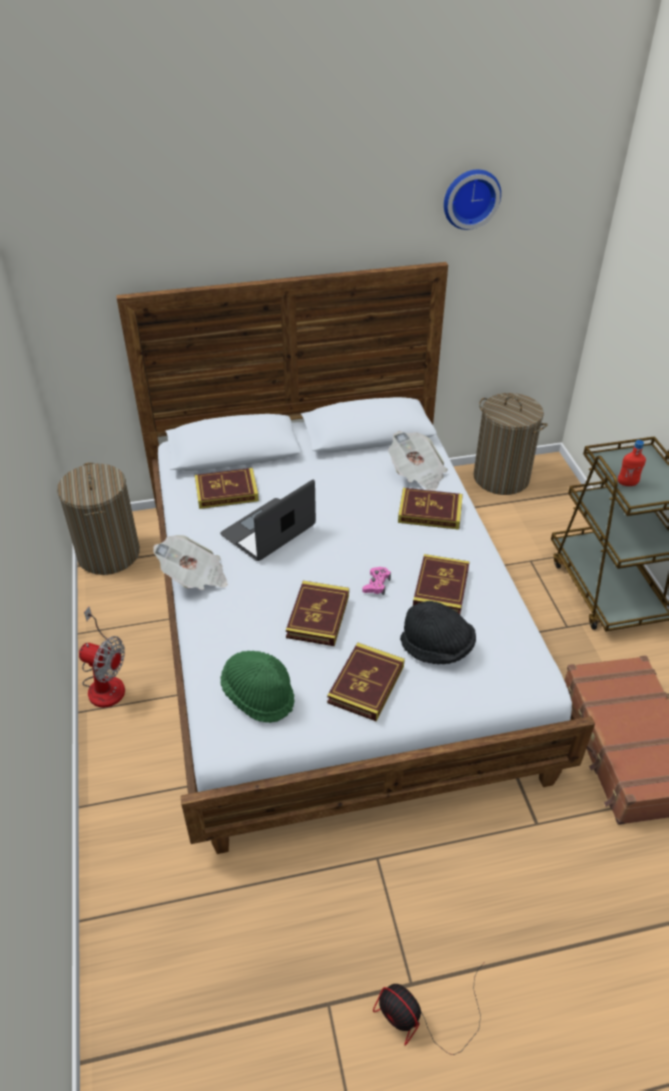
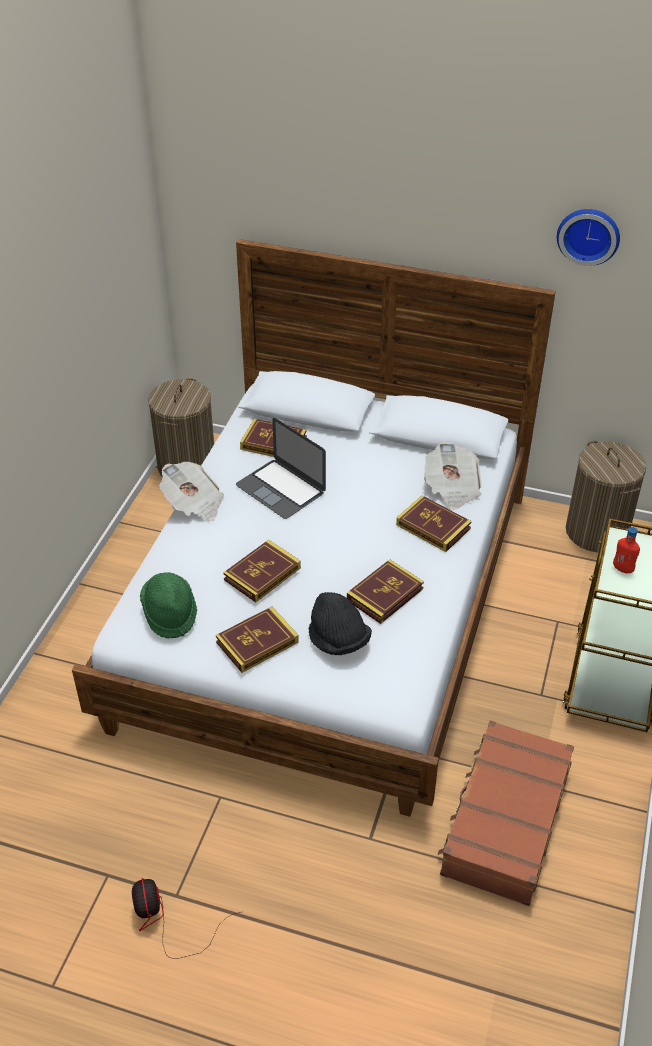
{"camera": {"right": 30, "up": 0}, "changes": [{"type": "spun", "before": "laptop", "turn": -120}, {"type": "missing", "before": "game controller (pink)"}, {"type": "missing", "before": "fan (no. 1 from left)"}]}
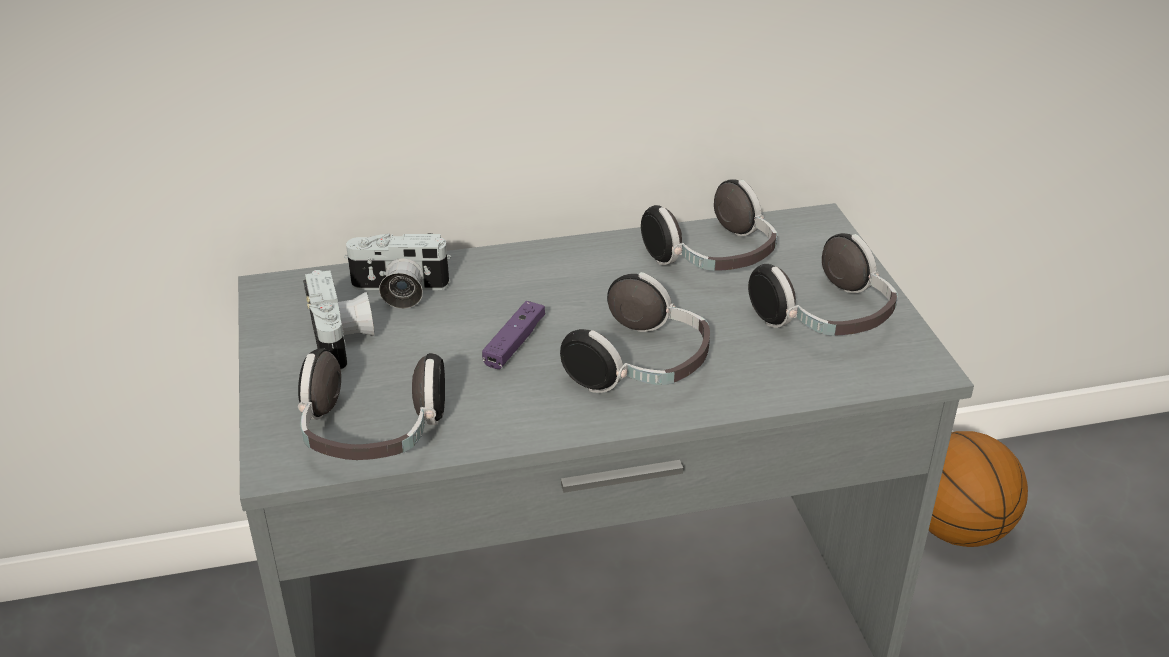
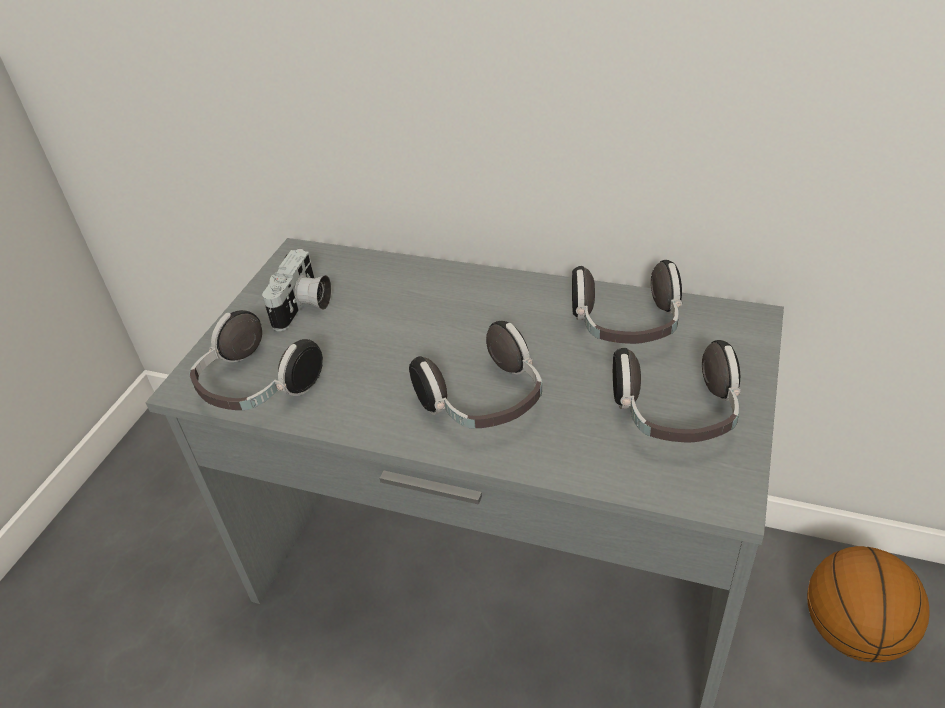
{"camera": {"right": 35, "up": 5}, "changes": [{"type": "missing", "before": "photo camera (no. 2 from left)"}, {"type": "missing", "before": "game controller (purple)"}]}
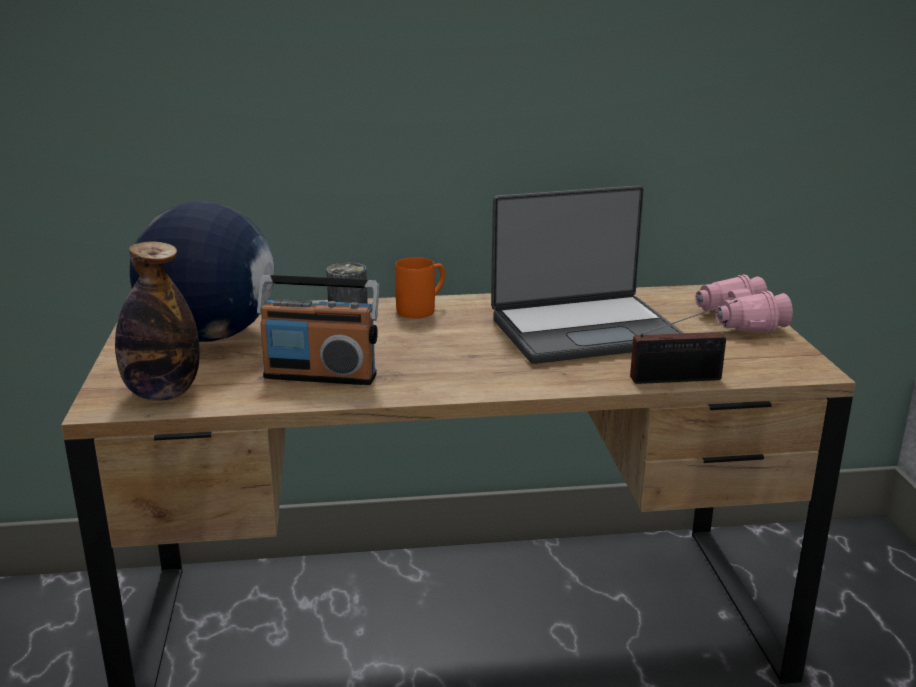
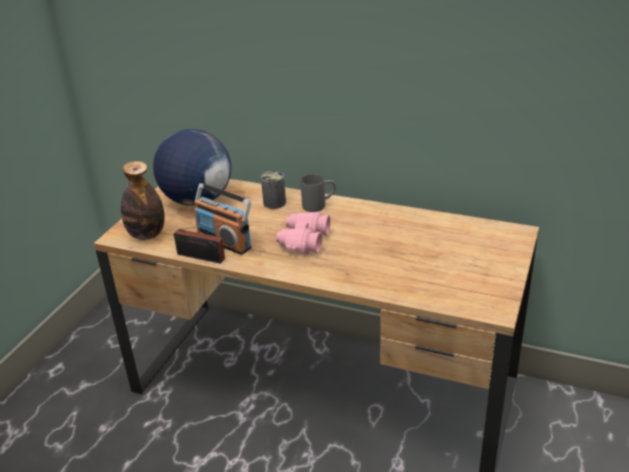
{"camera": {"right": 30, "up": 10}, "changes": [{"type": "missing", "before": "laptop"}, {"type": "colour", "before": "mug (orange)", "after": "mug (grey)"}, {"type": "relocated", "before": "binoculars (pink)"}, {"type": "relocated", "before": "radio (no. 2 from left in the first image)", "after": "radio (no. 1 from left)"}]}
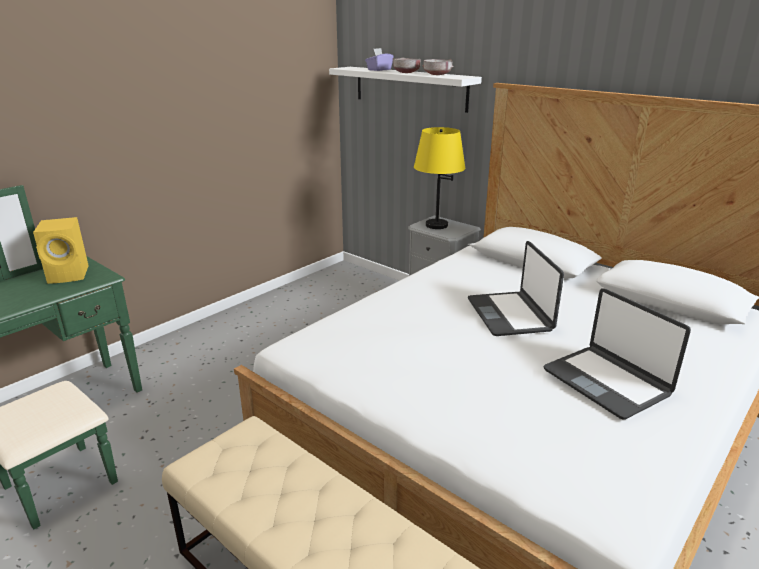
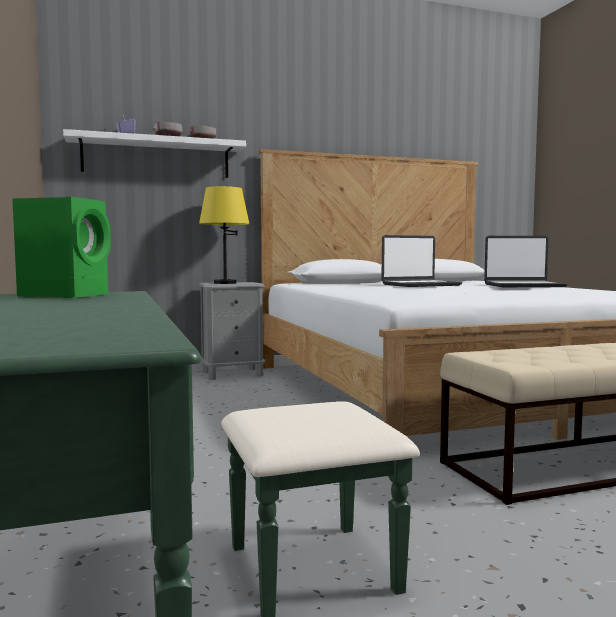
{"camera": {"right": -60, "up": -20}, "changes": [{"type": "colour", "before": "speaker (yellow)", "after": "speaker (green)"}, {"type": "spun", "before": "laptop (no. 1 from left)", "turn": -45}]}
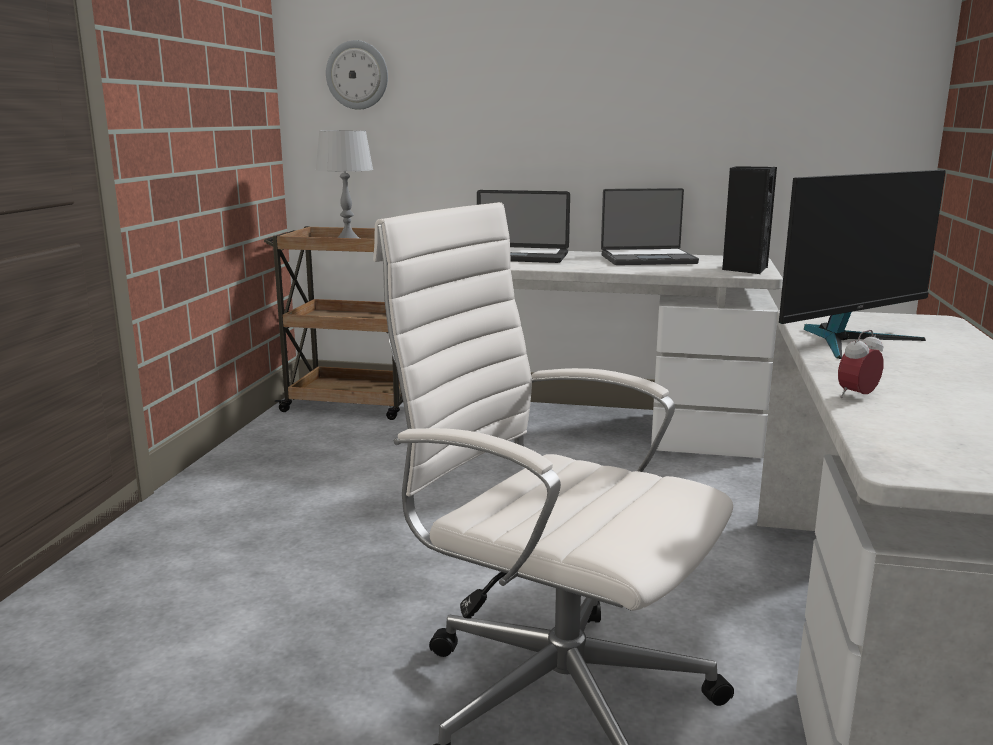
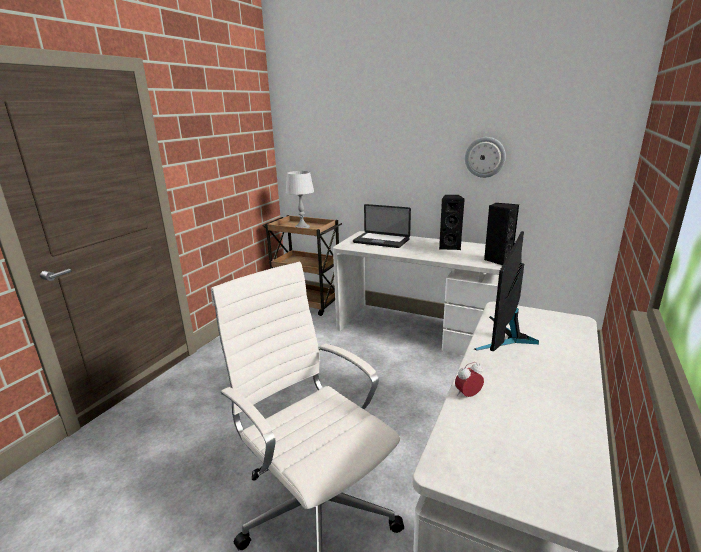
{"camera": {"right": 15, "up": 5}, "changes": [{"type": "relocated", "before": "wall clock"}, {"type": "spun", "before": "monitor", "turn": 135}, {"type": "exchanged", "before": "laptop (no. 2 from left)", "after": "speaker (black) (no. 1 from left)"}]}
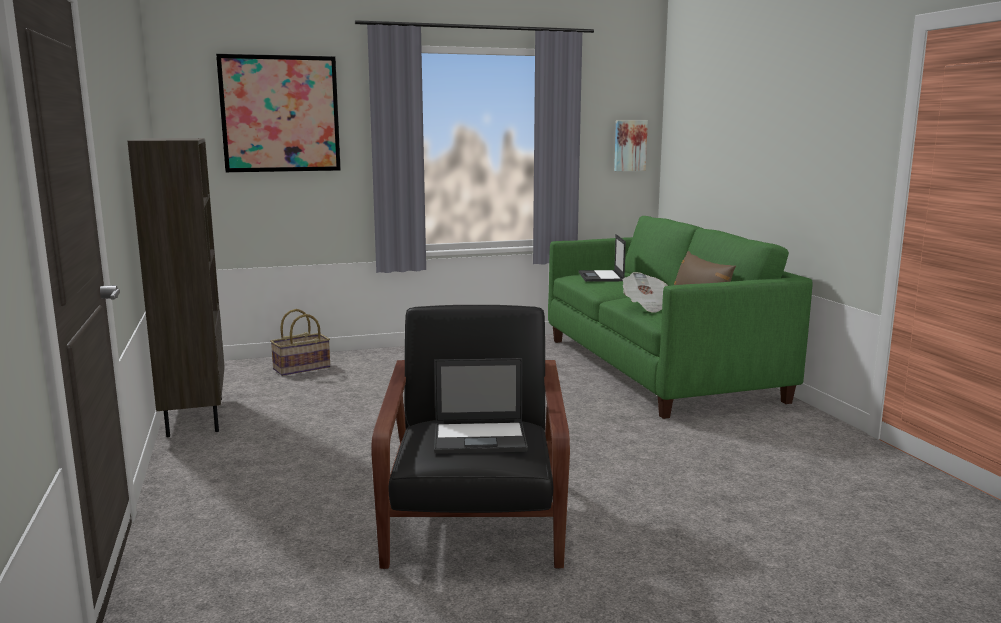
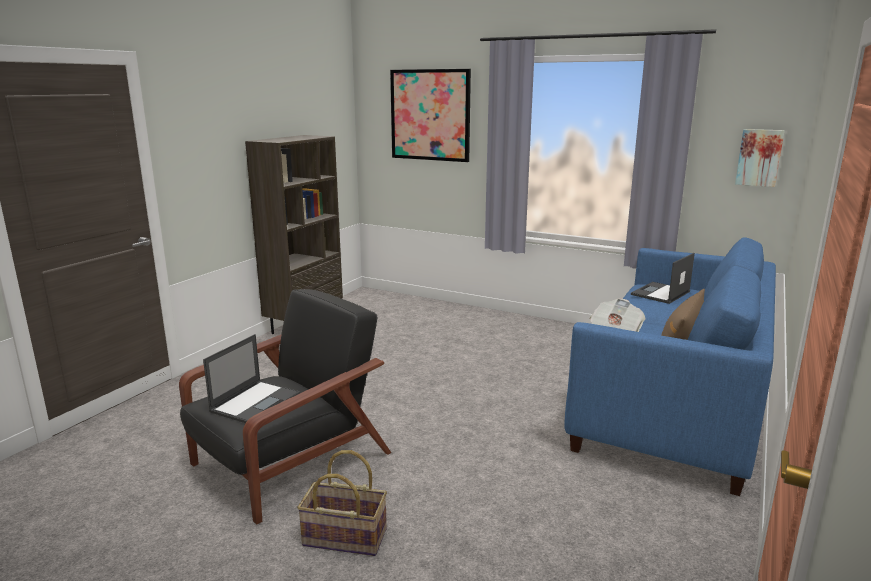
{"camera": {"right": 45, "up": 5}, "changes": [{"type": "colour", "before": "sofa (green)", "after": "sofa (blue)"}, {"type": "relocated", "before": "basket"}, {"type": "spun", "before": "laptop (no. 1 from left)", "turn": -105}]}
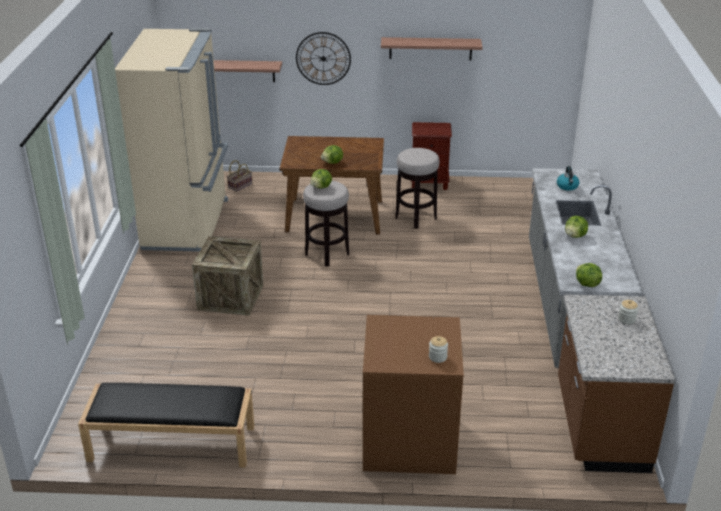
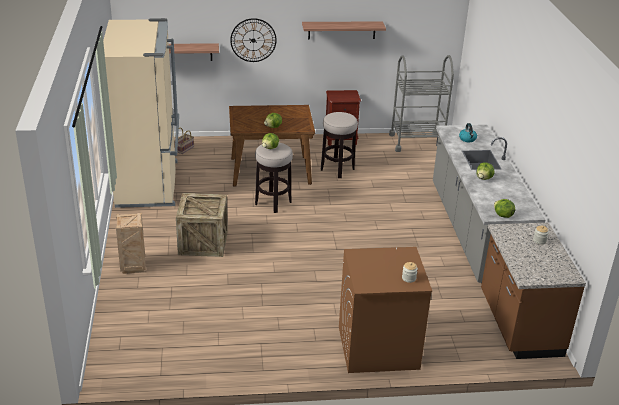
{"camera": {"right": -10, "up": 0}, "changes": [{"type": "missing", "before": "bench (black)"}, {"type": "appeared", "after": "cart (grey)"}, {"type": "appeared", "after": "crate (no. 1 from left)"}]}
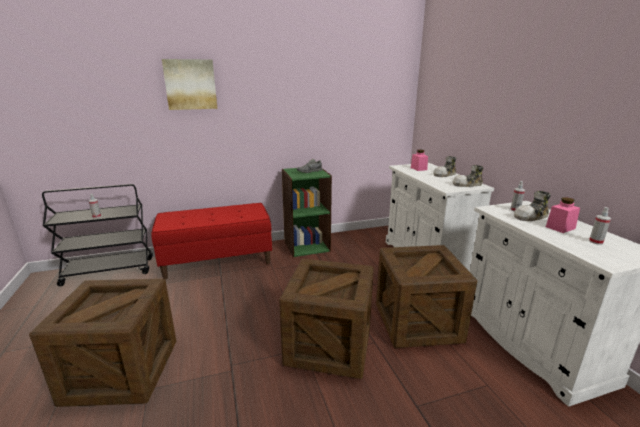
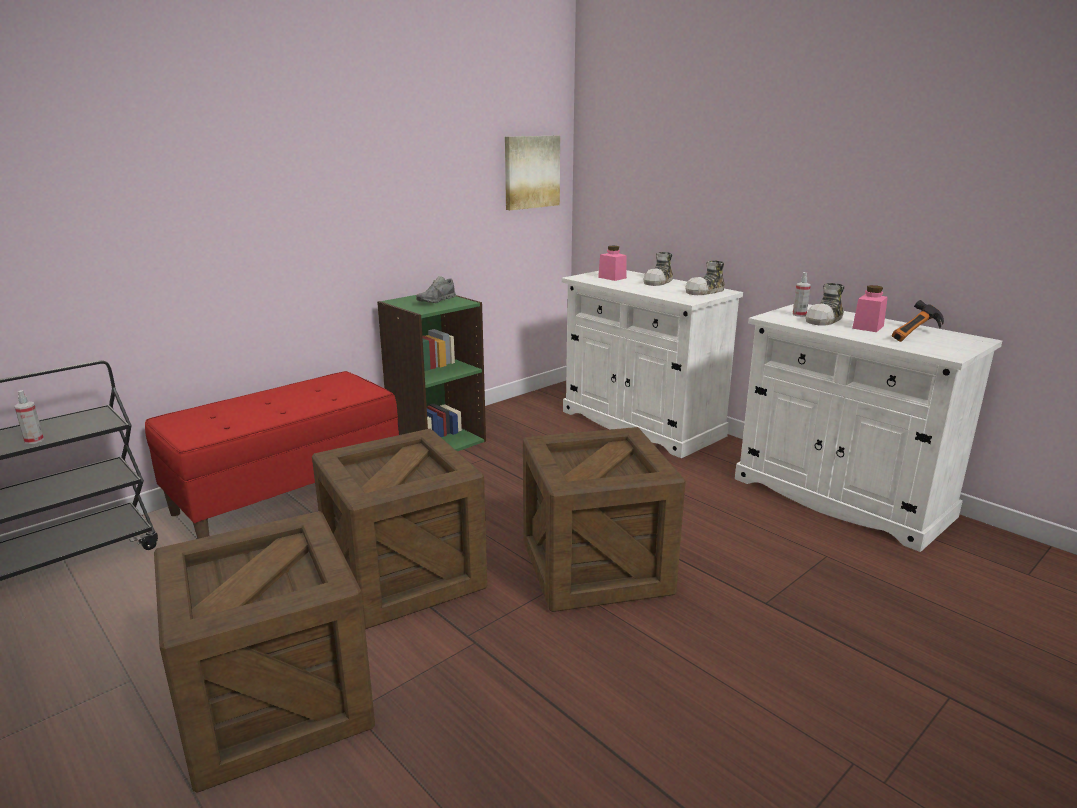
{"camera": {"right": -25, "up": 0}, "changes": [{"type": "relocated", "before": "picture"}, {"type": "exchanged", "before": "spray bottle (no. 3 from left)", "after": "hammer"}, {"type": "relocated", "before": "crate (no. 3 from left in the first image)", "after": "crate (no. 2 from left)"}]}
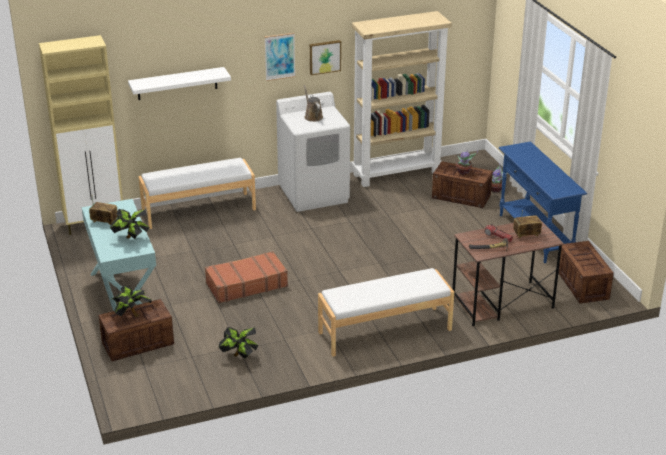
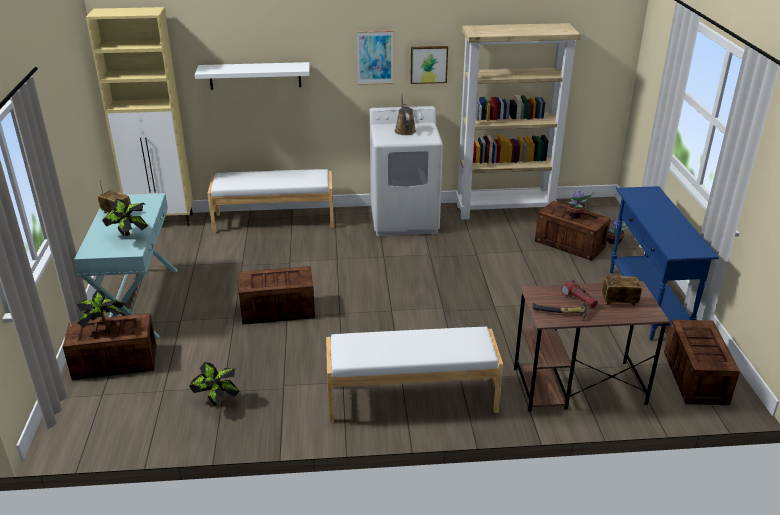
{"camera": {"right": 15, "up": 0}, "changes": [{"type": "exchanged", "before": "suitcase (brown)", "after": "crate (no. 2 from left)"}]}
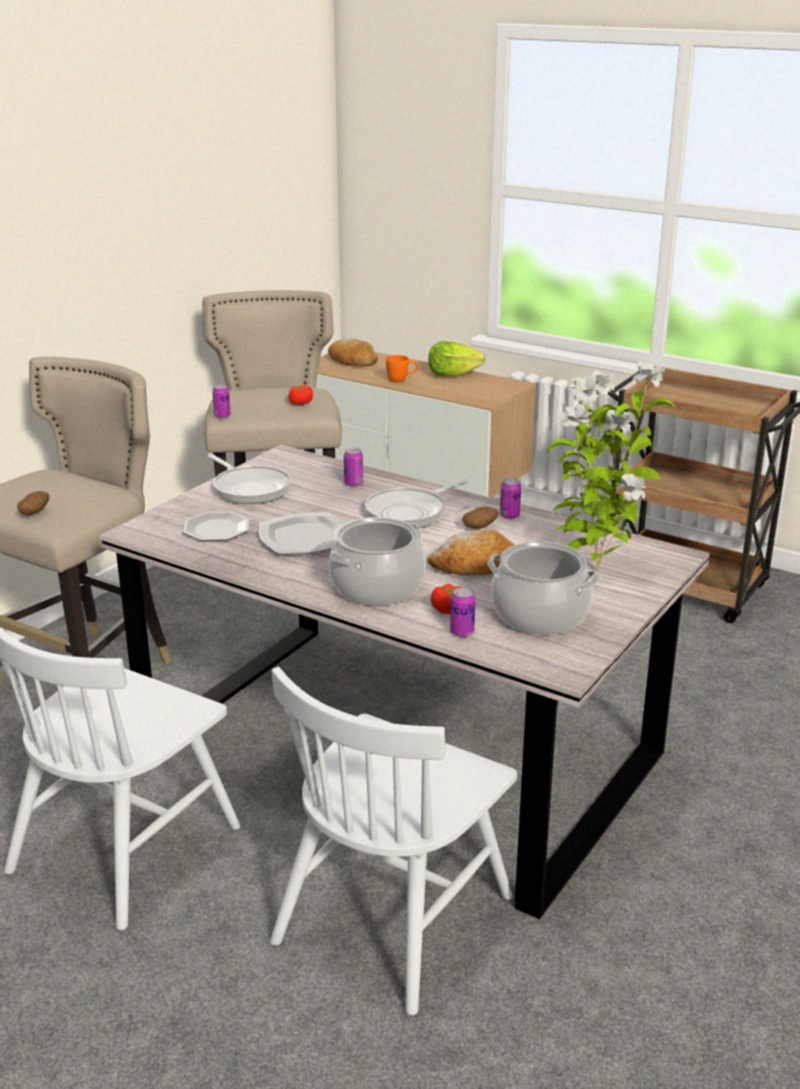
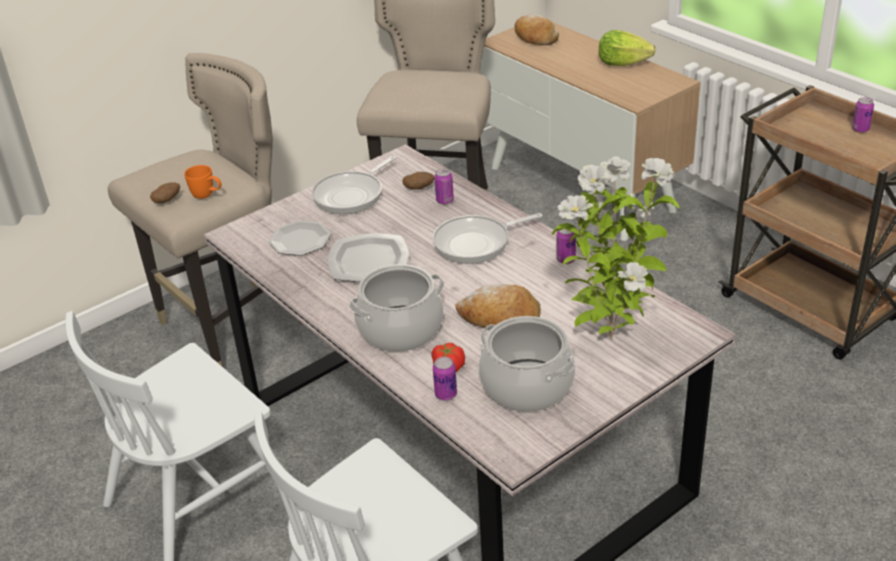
{"camera": {"right": 20, "up": 10}, "changes": [{"type": "relocated", "before": "mug (orange)"}, {"type": "relocated", "before": "can (no. 1 from left in the first image)", "after": "can (no. 4 from left)"}, {"type": "missing", "before": "tomato (no. 1 from left)"}, {"type": "spun", "before": "frying pan (no. 1 from left)", "turn": 60}, {"type": "relocated", "before": "potato (no. 2 from left)"}]}
